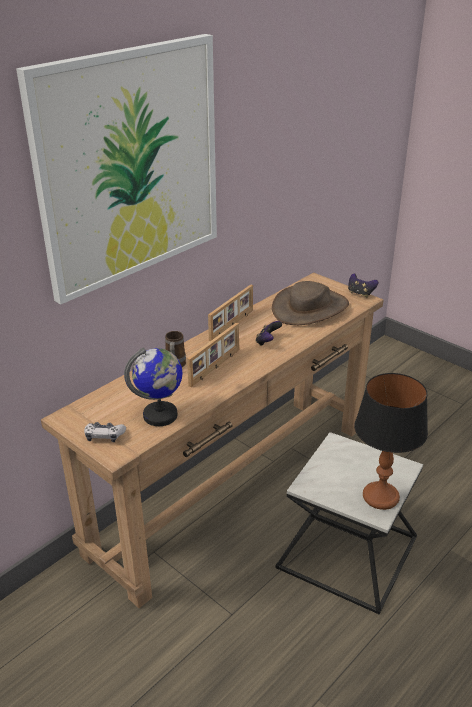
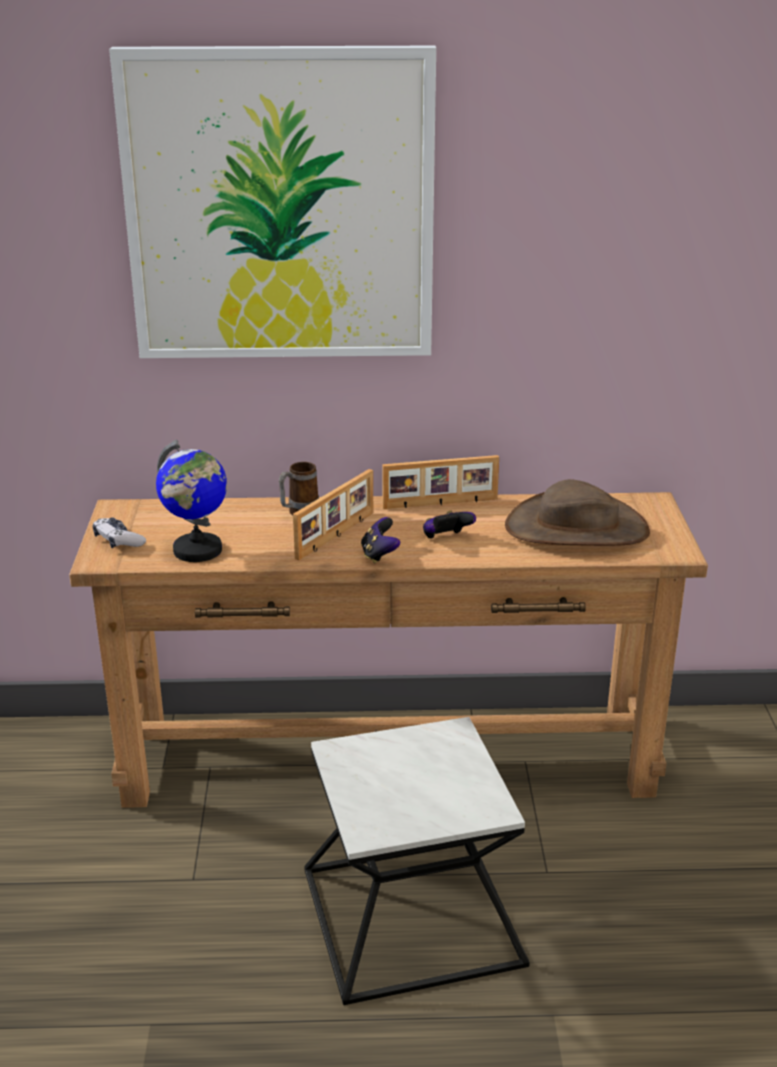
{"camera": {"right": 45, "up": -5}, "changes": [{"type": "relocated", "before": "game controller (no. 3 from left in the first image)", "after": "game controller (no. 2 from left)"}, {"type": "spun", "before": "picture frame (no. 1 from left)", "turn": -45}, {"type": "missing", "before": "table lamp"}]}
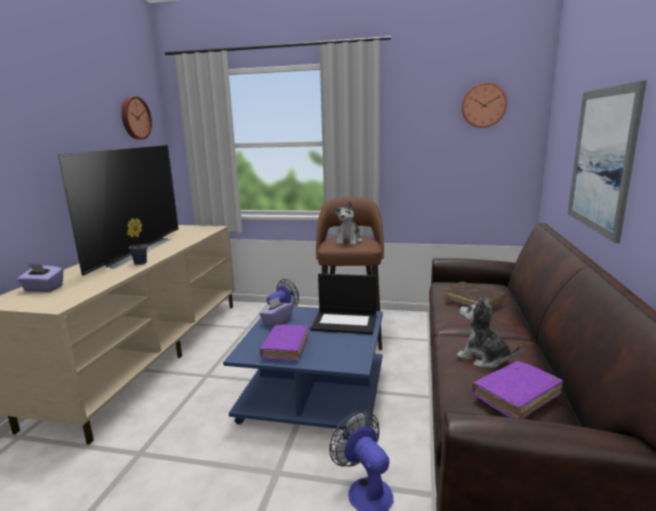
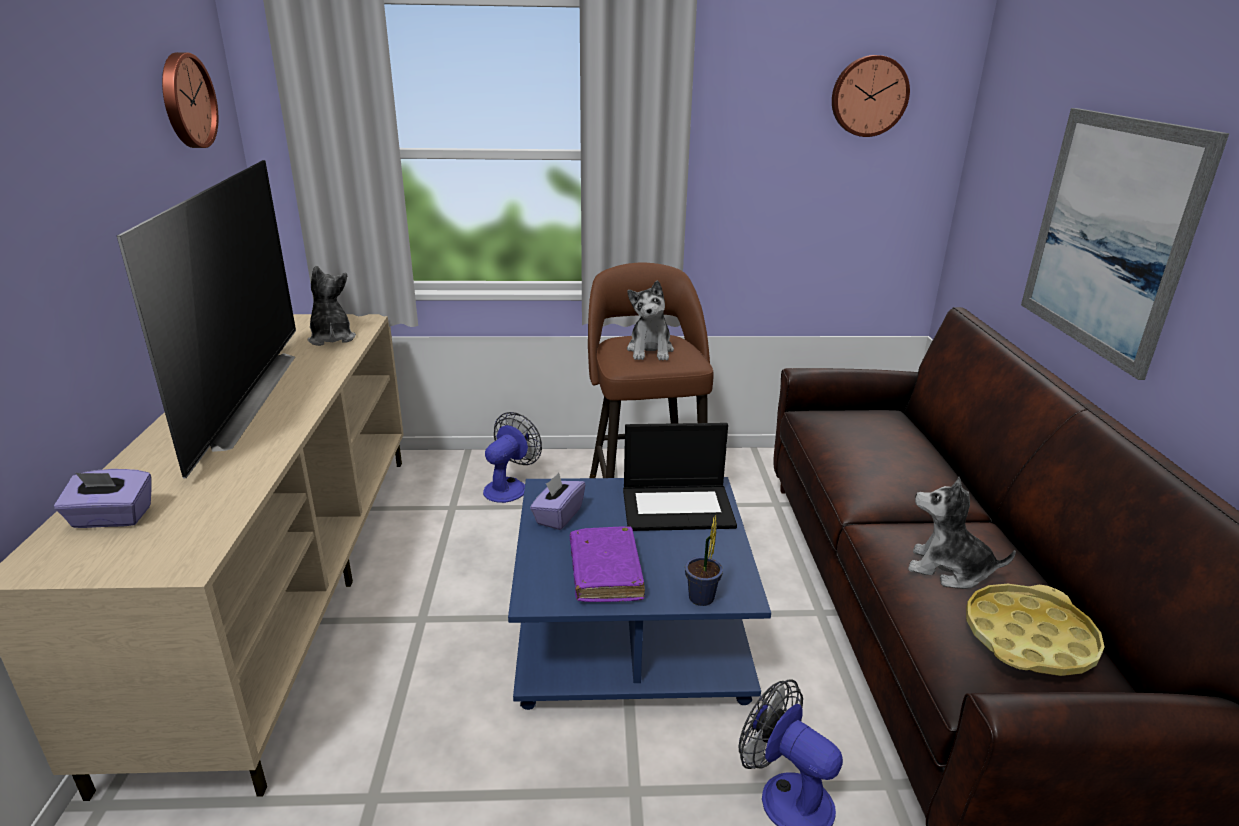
{"camera": {"right": -15, "up": 10}, "changes": [{"type": "relocated", "before": "potted plant"}, {"type": "missing", "before": "book (brown)"}, {"type": "exchanged", "before": "book (purple) (no. 2 from left)", "after": "tray (yellow)"}, {"type": "appeared", "after": "plush toy (no. 1 from left)"}]}
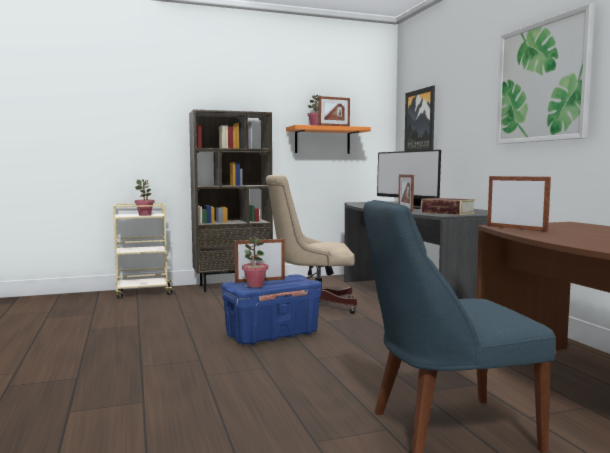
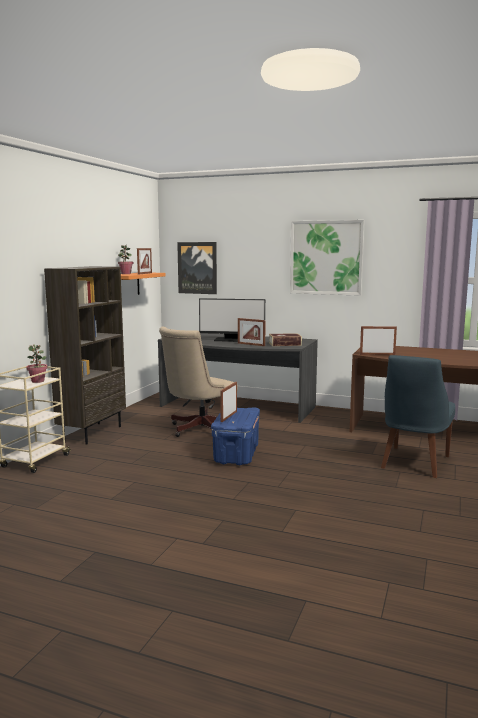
{"camera": {"right": -50, "up": 5}, "changes": [{"type": "missing", "before": "potted plant (no. 2 from left)"}]}
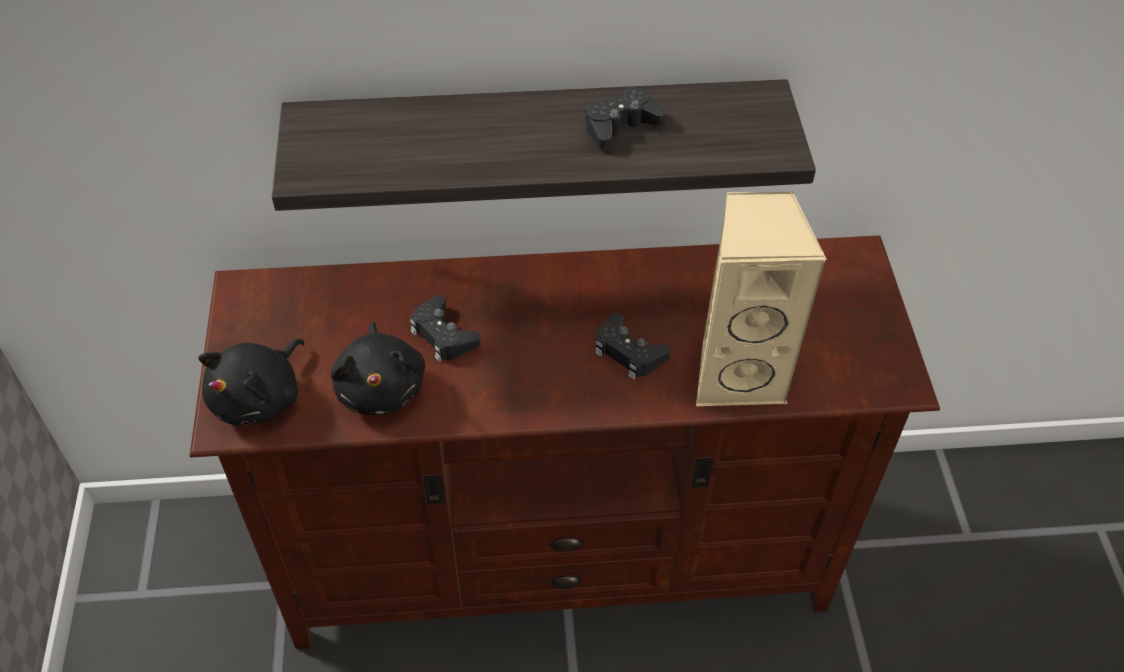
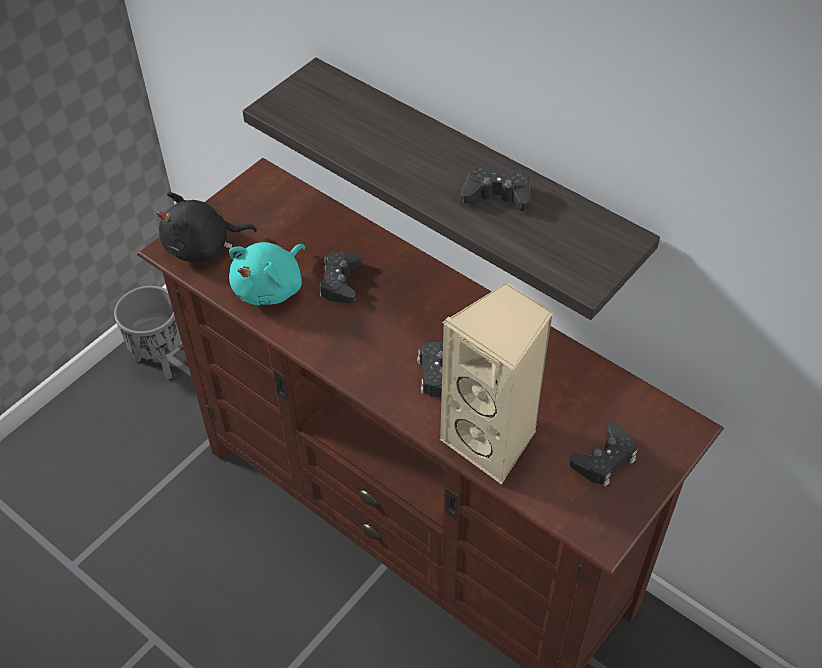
{"camera": {"right": 45, "up": 0}, "changes": [{"type": "colour", "before": "plush toy (black) (no. 2 from left)", "after": "plush toy (turquoise)"}, {"type": "appeared", "after": "planter (grey)"}, {"type": "appeared", "after": "game controller (black) (no. 4 from left)"}]}
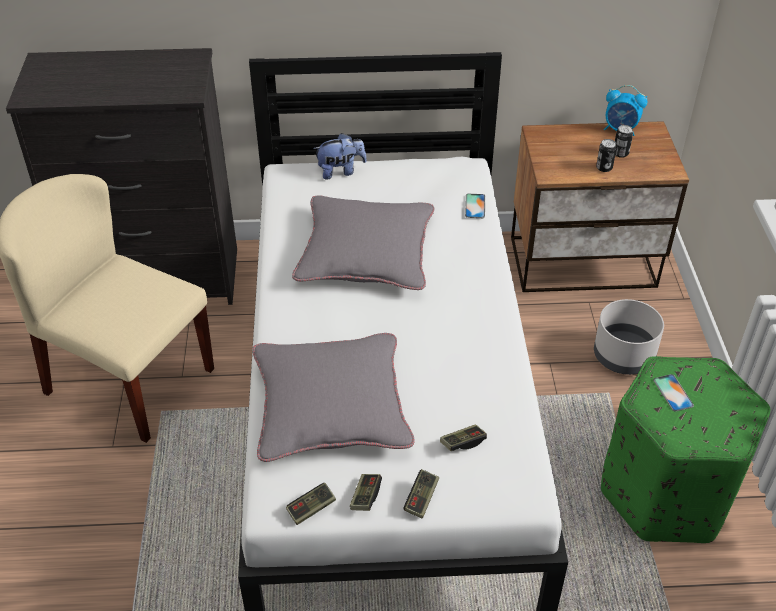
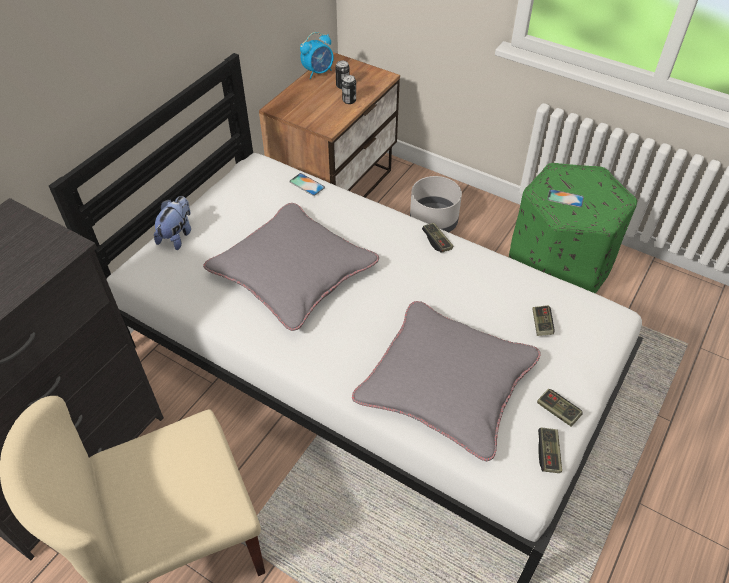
{"camera": {"right": -55, "up": 5}, "changes": [{"type": "relocated", "before": "game controller (no. 3 from left in the first image)", "after": "game controller (no. 1 from left)"}]}
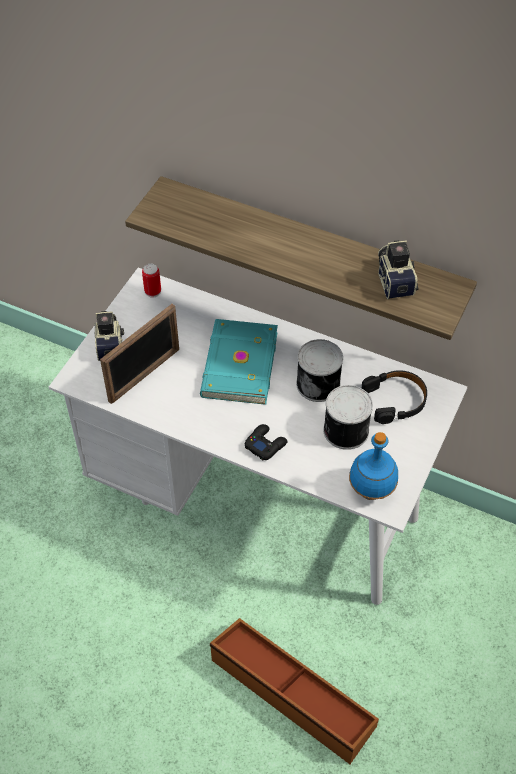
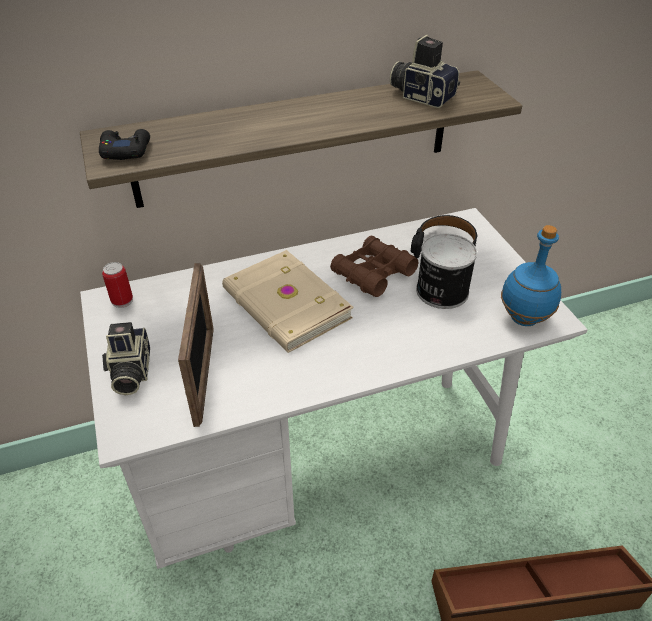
{"camera": {"right": -45, "up": -10}, "changes": [{"type": "spun", "before": "photo camera (no. 1 from left)", "turn": -135}, {"type": "colour", "before": "book (turquoise)", "after": "book (beige)"}, {"type": "exchanged", "before": "can (no. 2 from left)", "after": "binoculars (brown)"}, {"type": "relocated", "before": "game controller (black)"}]}
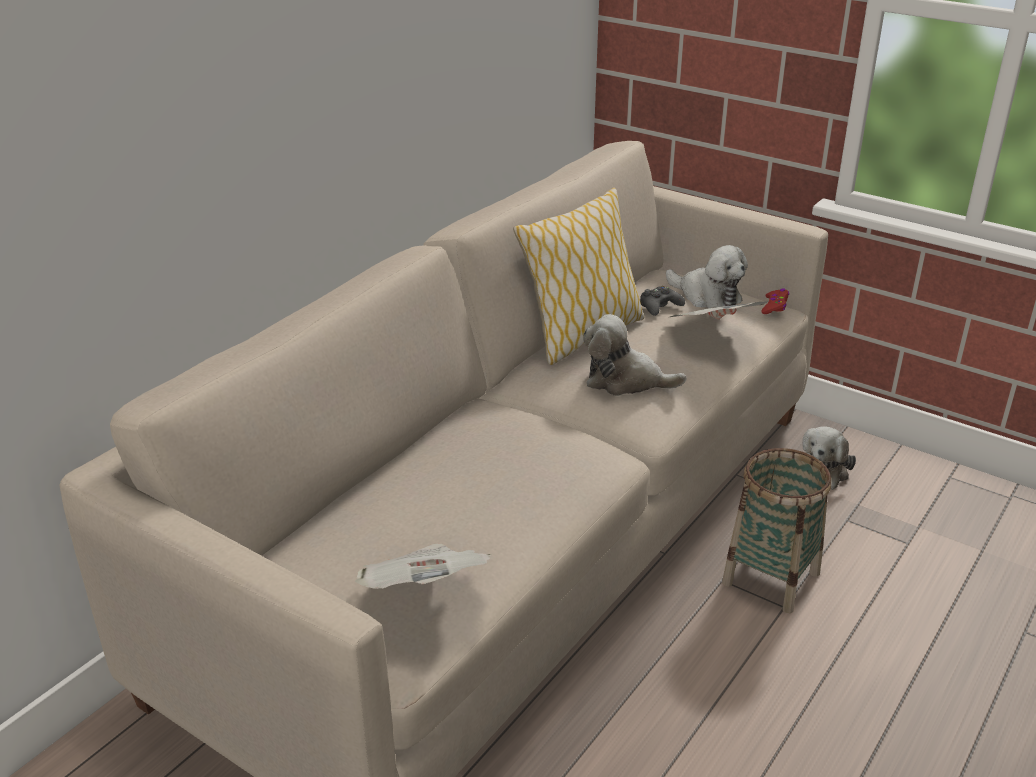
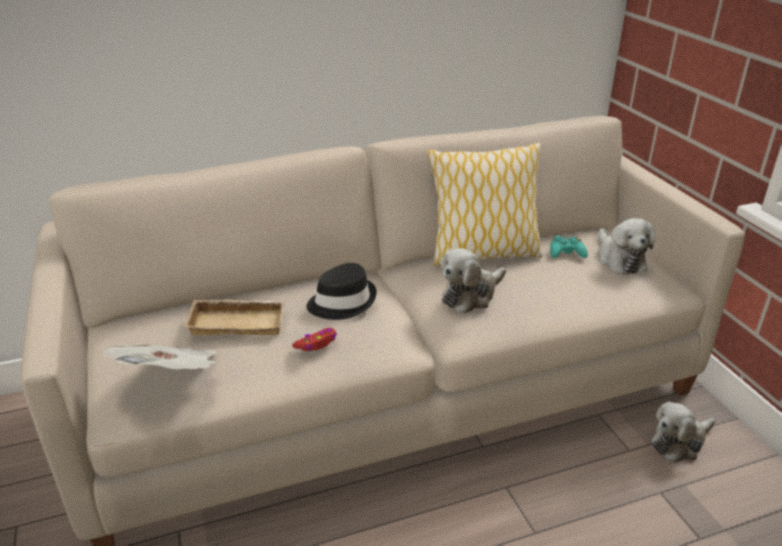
{"camera": {"right": 35, "up": 0}, "changes": [{"type": "colour", "before": "game controller (black)", "after": "game controller (turquoise)"}, {"type": "relocated", "before": "game controller (red)"}, {"type": "missing", "before": "newspaper (no. 2 from left)"}, {"type": "spun", "before": "plush toy (no. 1 from left)", "turn": -90}, {"type": "missing", "before": "basket"}, {"type": "appeared", "after": "hat (black)"}, {"type": "appeared", "after": "tray (beige)"}]}
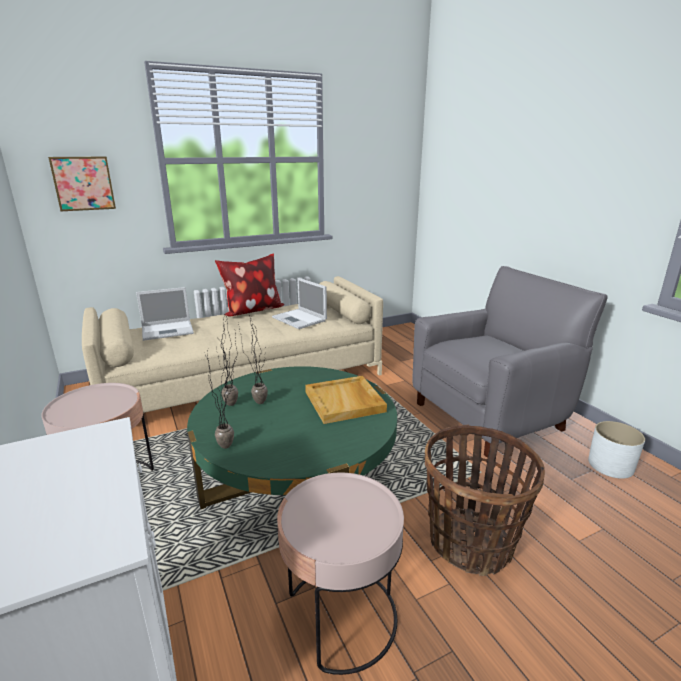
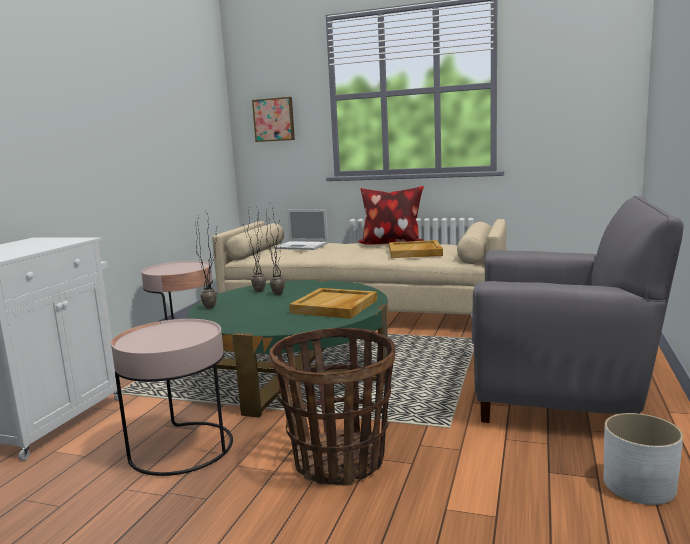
{"camera": {"right": 45, "up": -10}, "changes": [{"type": "exchanged", "before": "laptop (no. 2 from left)", "after": "tray (beige) (no. 2 from left)"}]}
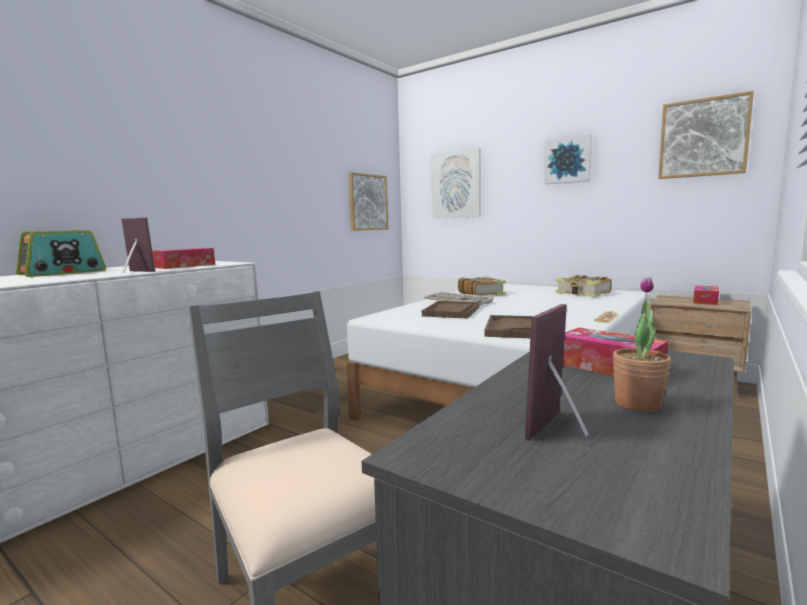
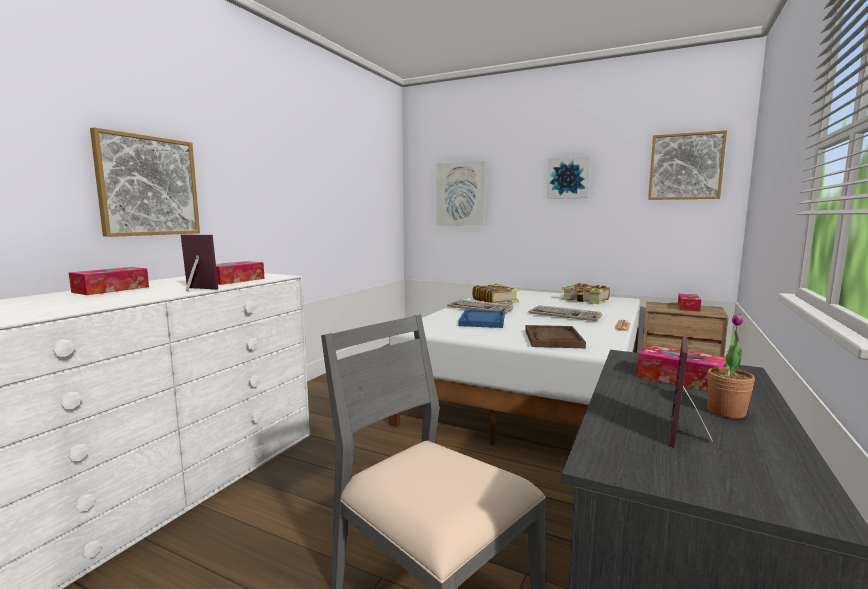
{"camera": {"right": -10, "up": 0}, "changes": [{"type": "relocated", "before": "picture (no. 1 from left)"}, {"type": "exchanged", "before": "radio", "after": "tissue box (no. 1 from left)"}, {"type": "colour", "before": "tray (brown) (no. 1 from left)", "after": "tray (blue)"}, {"type": "appeared", "after": "keyboard (no. 2 from left)"}]}
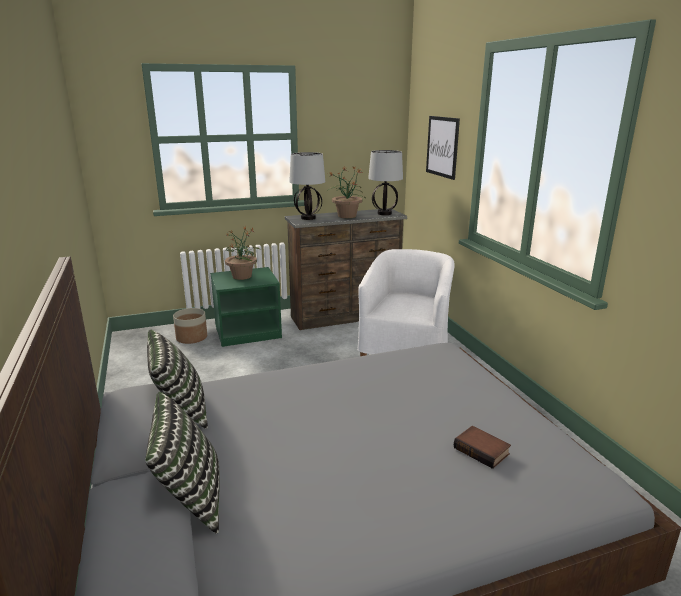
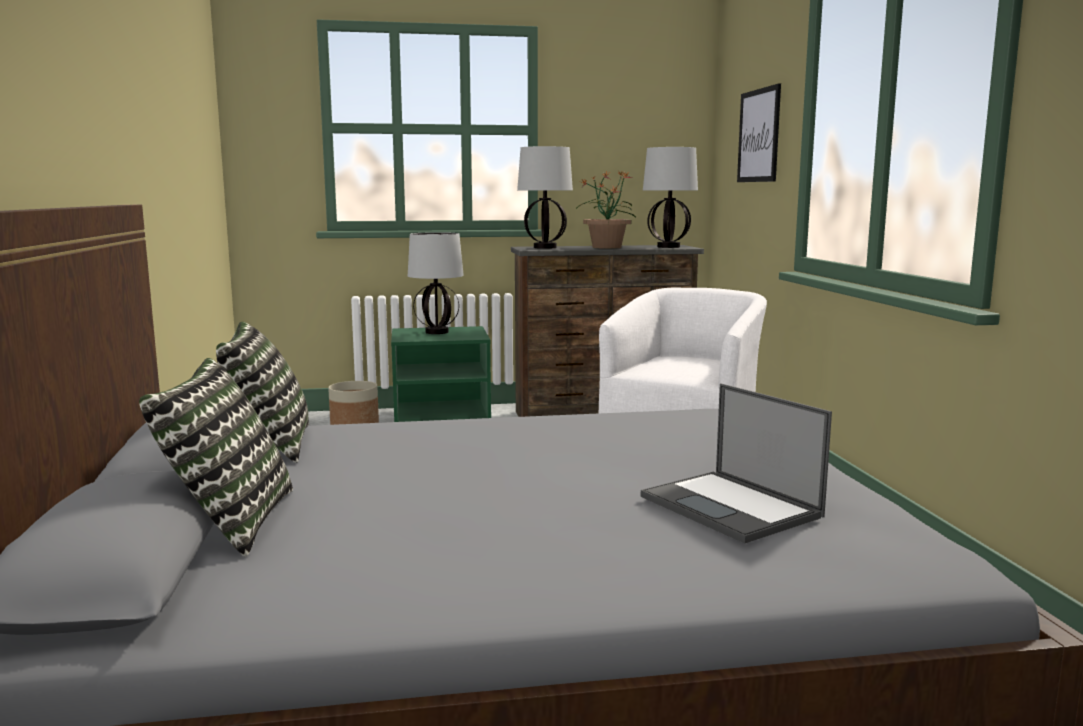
{"camera": {"right": 10, "up": -10}, "changes": [{"type": "exchanged", "before": "potted plant (no. 1 from left)", "after": "table lamp (no. 1 from left)"}, {"type": "exchanged", "before": "book", "after": "laptop"}]}
